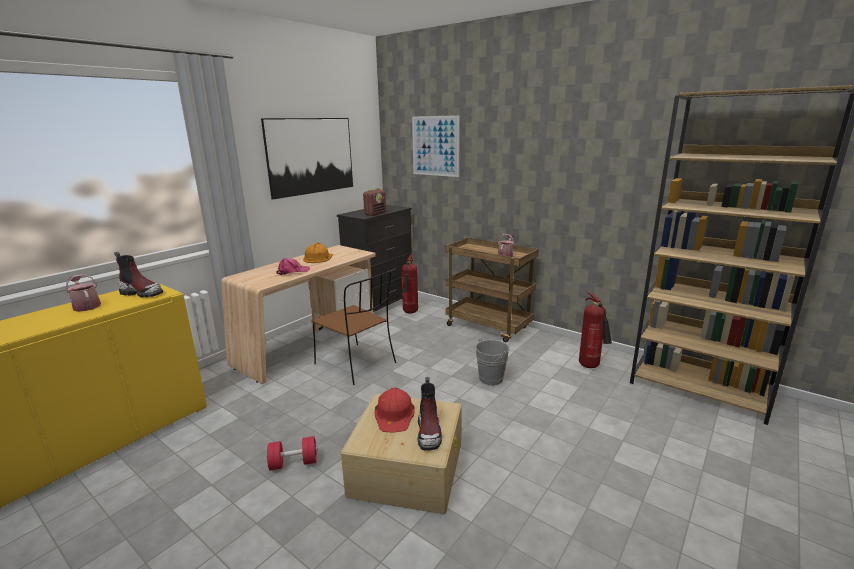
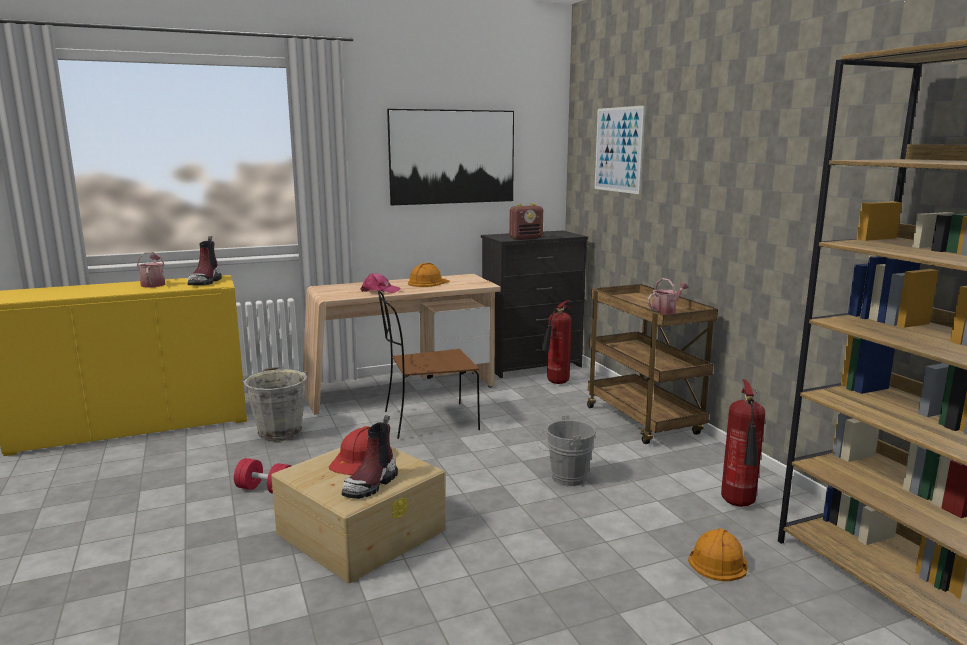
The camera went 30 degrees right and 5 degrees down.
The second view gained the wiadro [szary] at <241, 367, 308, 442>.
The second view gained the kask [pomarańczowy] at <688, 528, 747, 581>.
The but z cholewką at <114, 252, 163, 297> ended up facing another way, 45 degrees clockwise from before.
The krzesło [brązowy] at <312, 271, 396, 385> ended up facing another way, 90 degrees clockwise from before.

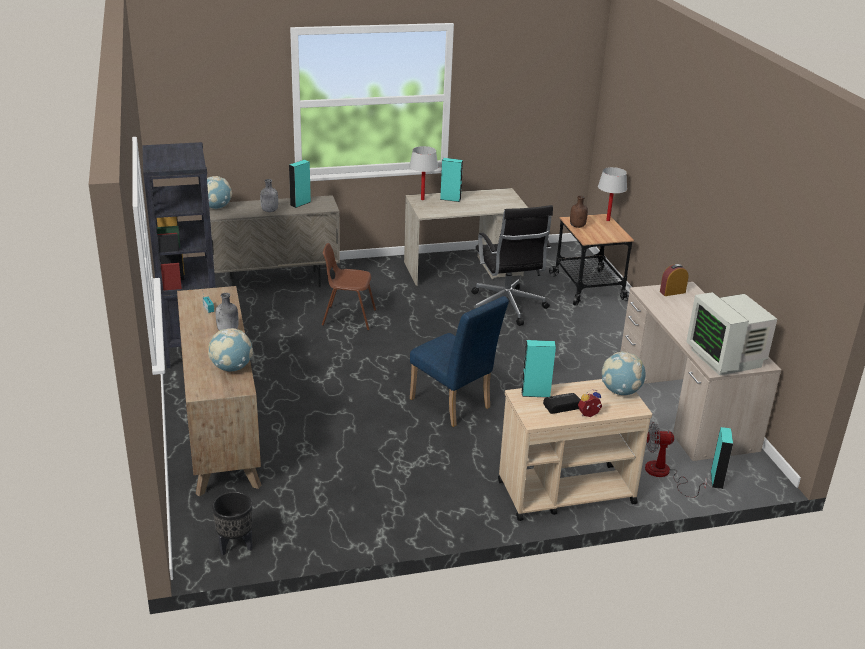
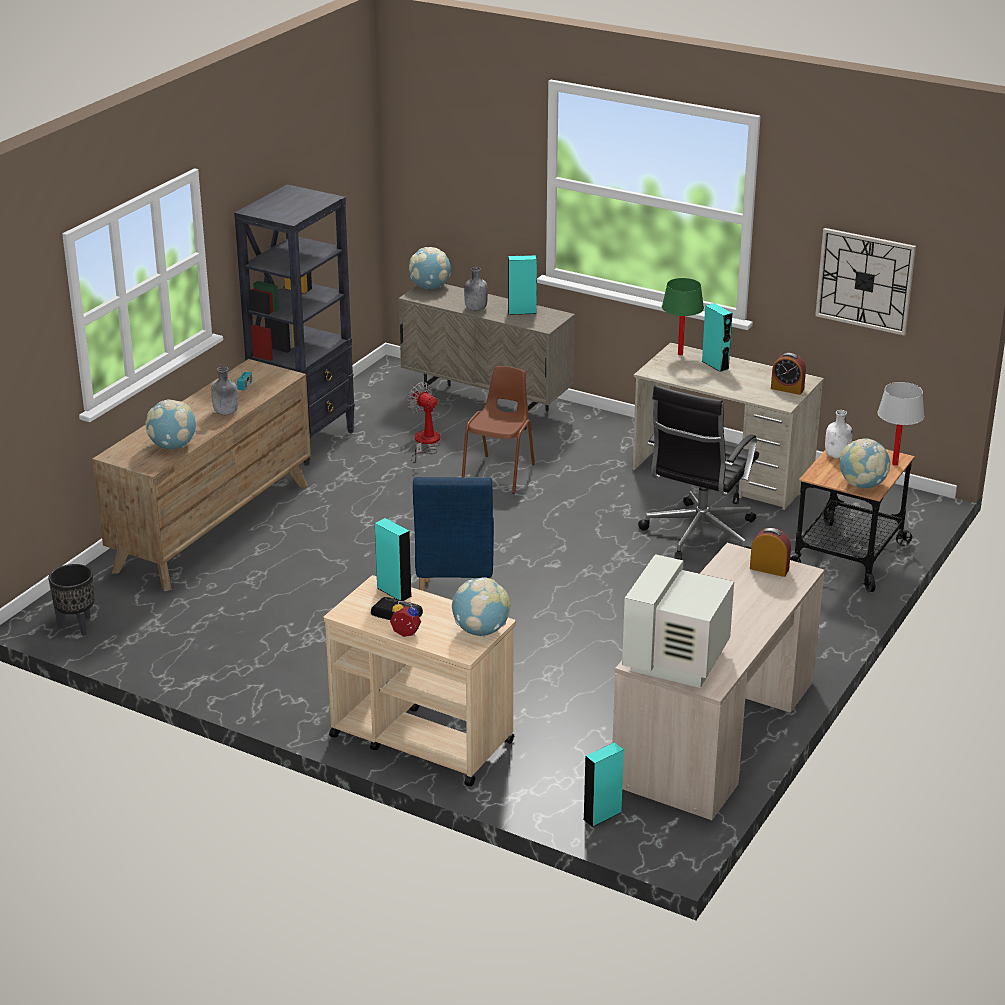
The camera went 45 degrees right and 0 degrees up.
The second view gained the budzik at <771, 353, 806, 395>.
The second view gained the zegar ścienny at <815, 228, 916, 336>.
The second view gained the globus at <840, 438, 890, 488>.
The wentylator ended up elsewhere, having gone from <645, 422, 707, 498> to <407, 382, 441, 463>.
What was the lampa stołowa [biały] at <409, 146, 438, 200> turned into the lampa stołowa [zielony] at <662, 278, 704, 355>.
What was the butelka [brązowy] at <570, 196, 588, 228> turned into the butelka [biały] at <825, 410, 853, 458>.
The krzesło [brązowy] at <322, 243, 376, 331> ended up facing another way, 60 degrees clockwise from before.

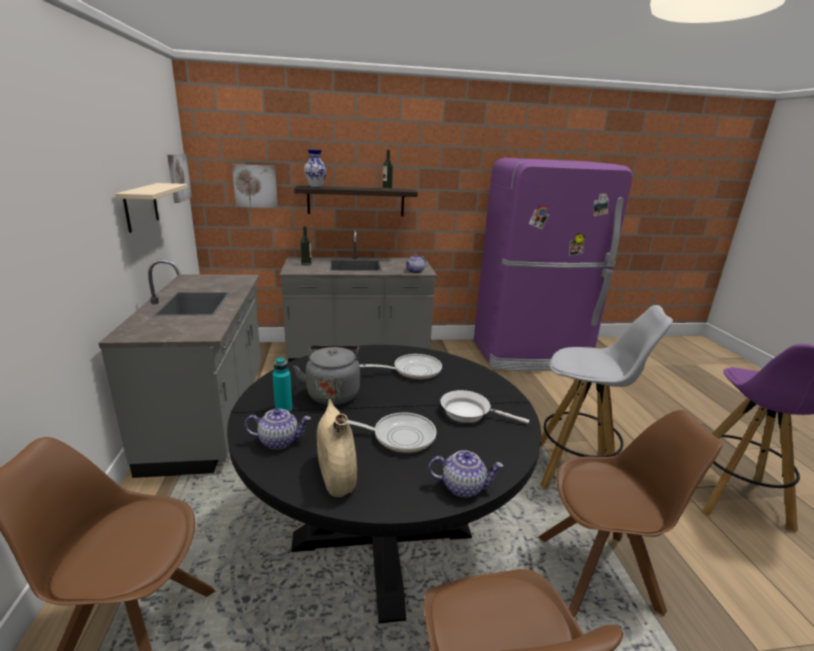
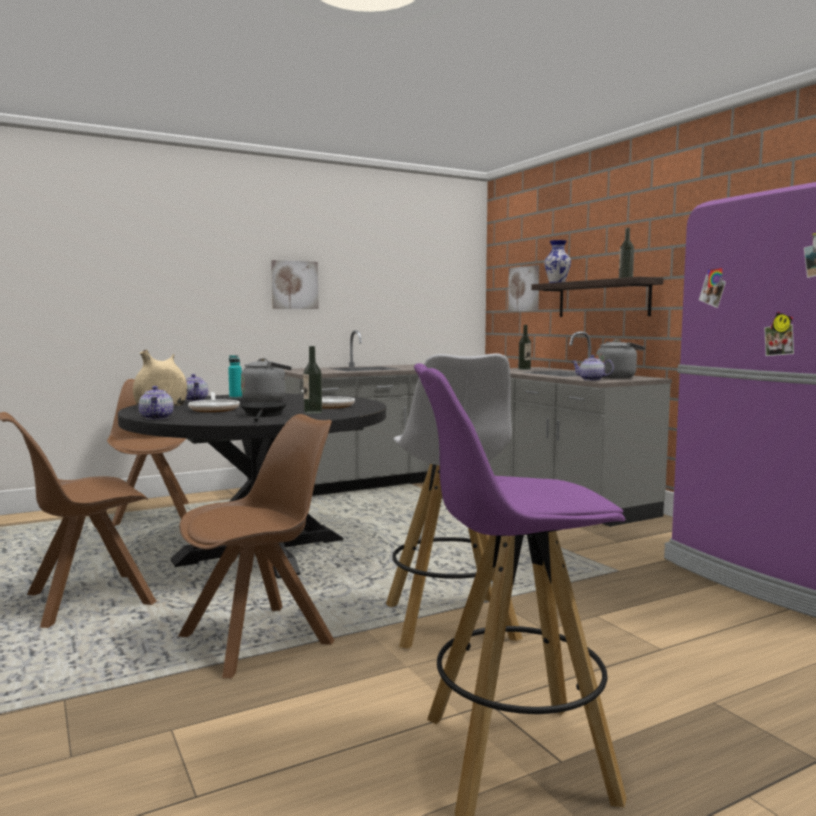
The camera went 70 degrees right and 15 degrees down.
The second view lost the półka [beżowy] at <115, 183, 188, 233>.
The second view gained the butelka at <303, 346, 322, 414>.
The second view gained the czajnik [szary] at <596, 339, 646, 379>.
The obraz ended up elsewhere, having gone from <167, 153, 192, 203> to <271, 260, 319, 309>.
What was the patelnia [biały] at <441, 390, 529, 424> turned into the patelnia [czarny] at <240, 402, 287, 422>.
The krzesło [brązowy] at <538, 410, 722, 618> ended up facing another way, 105 degrees counterclockwise from before.

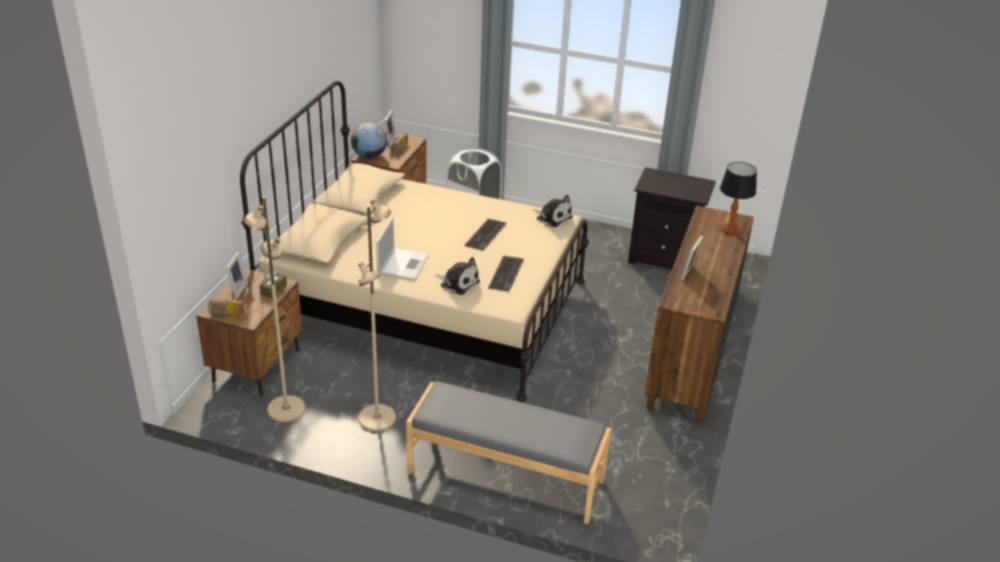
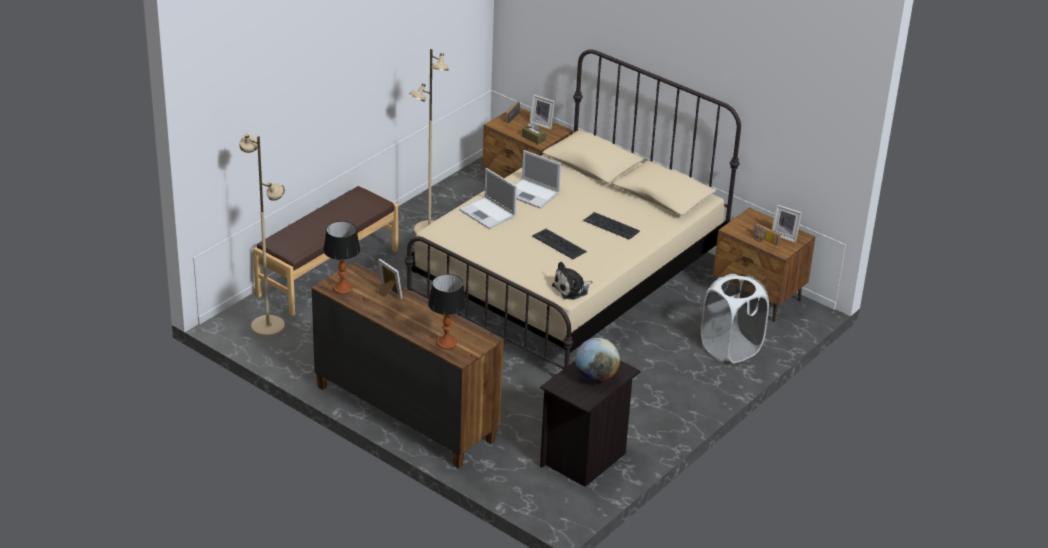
The camera went 110 degrees right and 0 degrees up.
The second view gained the lampa stołowa at <323, 221, 361, 294>.
The lampa stojąca [beżowy] ended up elsewhere, having gone from <243, 197, 305, 422> to <240, 134, 285, 337>.
The globus ended up elsewhere, having gone from <351, 123, 387, 159> to <575, 338, 620, 382>.
The klawiatura ended up elsewhere, having gone from <488, 256, 524, 291> to <583, 212, 640, 240>.
Where the pluszak stood at <435, 257, 480, 295>, the laptop came to stand at <459, 168, 517, 229>.
What was the ławka [szary] at <406, 381, 611, 524> turned into the ławka [brązowy] at <253, 186, 398, 316>.

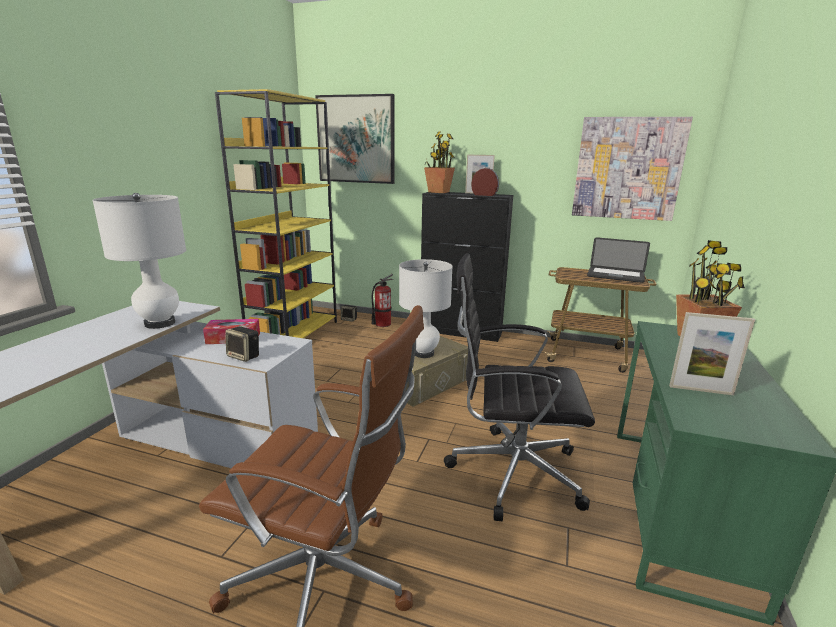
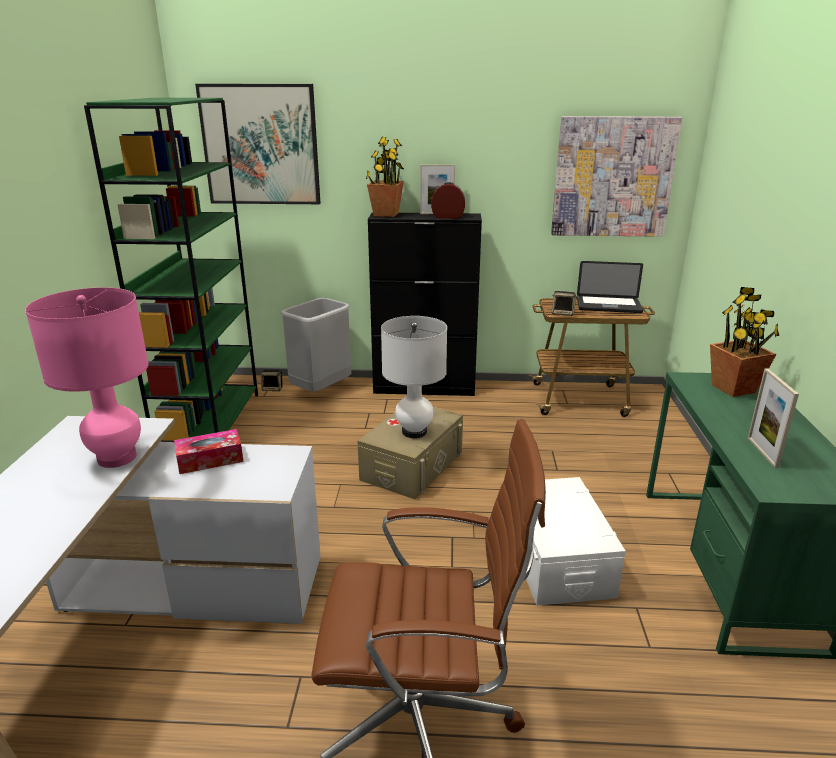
The camera went 15 degrees left and 5 degrees up.
The głośnik ended up elsewhere, having gone from <225, 326, 259, 362> to <552, 291, 578, 316>.
Where the gaśnica stood at <372, 274, 393, 327>, the kosz na śmieci [szary] came to stand at <281, 298, 351, 392>.
Where the krzesło biurowe [czarny] stood at <444, 253, 595, 521>, the pojemnik do przechowywania [biały] came to stand at <526, 477, 626, 606>.
What was the lampa stołowa [biały] at <92, 193, 186, 329> turned into the lampa stołowa [różowy] at <25, 287, 149, 468>.
What was the regał [żółty] at <215, 89, 337, 338> turned into the regał [zielony] at <84, 98, 258, 442>.
The ramka na zdjęcie at <669, 312, 755, 395> ended up facing another way, 90 degrees clockwise from before.

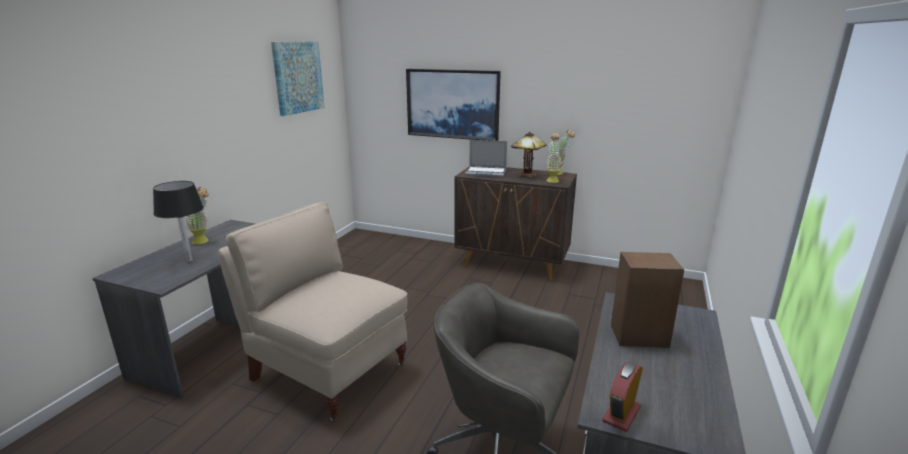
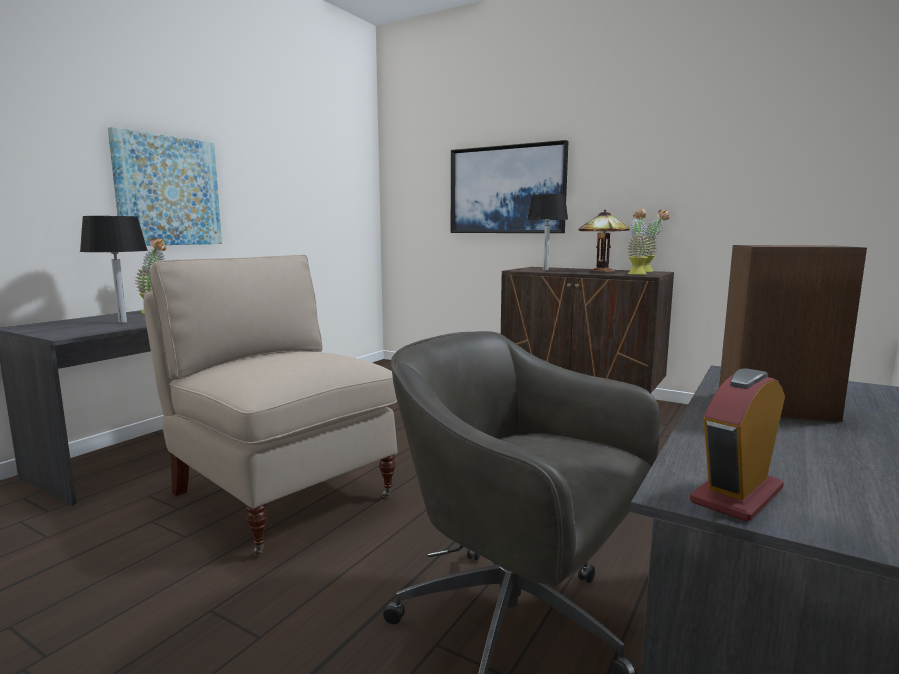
The camera went 10 degrees right and 10 degrees down.
The obraz ended up elsewhere, having gone from <271, 41, 325, 116> to <108, 127, 222, 246>.
Where the laptop stood at <465, 140, 507, 178>, the lampa stołowa [czarny] came to stand at <527, 194, 568, 270>.

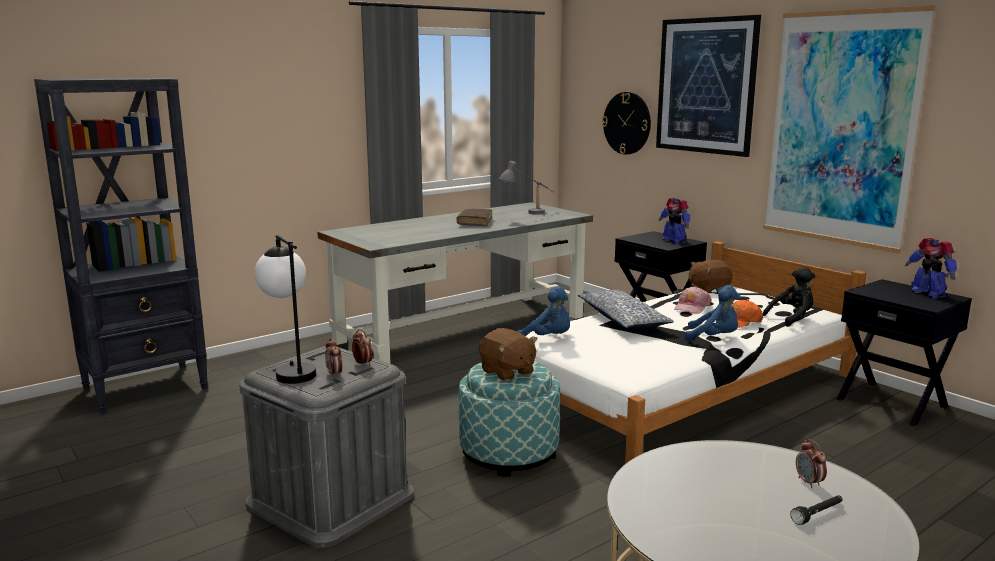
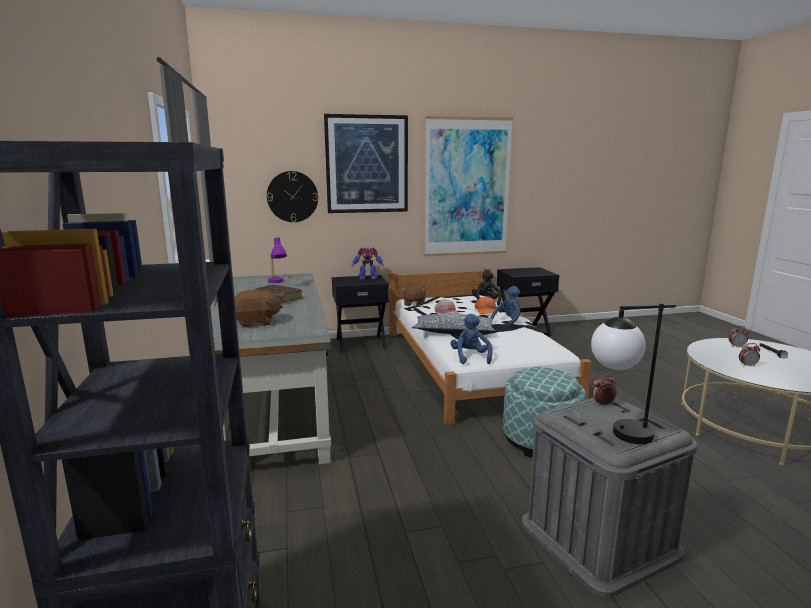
The camera went 65 degrees left and 0 degrees up.
The second view lost the robot zabawkowy at <905, 238, 957, 299>.
The budzik ended up elsewhere, having gone from <325, 338, 342, 378> to <739, 343, 760, 367>.
The pluszak [brązowy] ended up elsewhere, having gone from <479, 328, 538, 381> to <235, 290, 283, 327>.
What was the lampa stołowa [szary] at <499, 161, 554, 215> turned into the lampa stołowa [fioletowy] at <268, 236, 287, 283>.
The pluszak [niebieski] at <517, 286, 570, 336> ended up facing another way, 60 degrees counterclockwise from before.

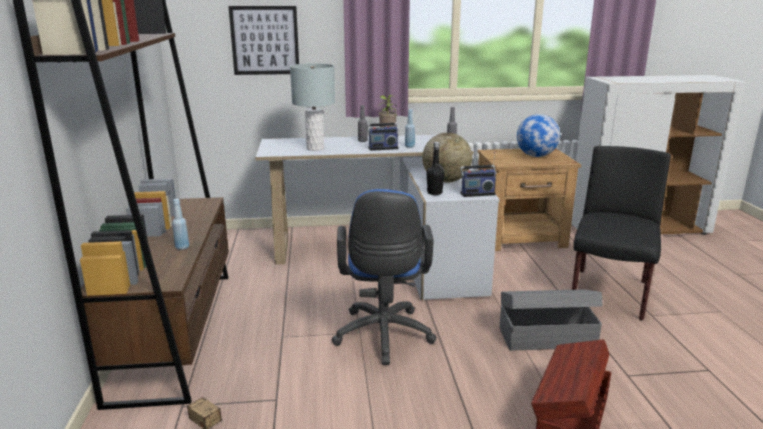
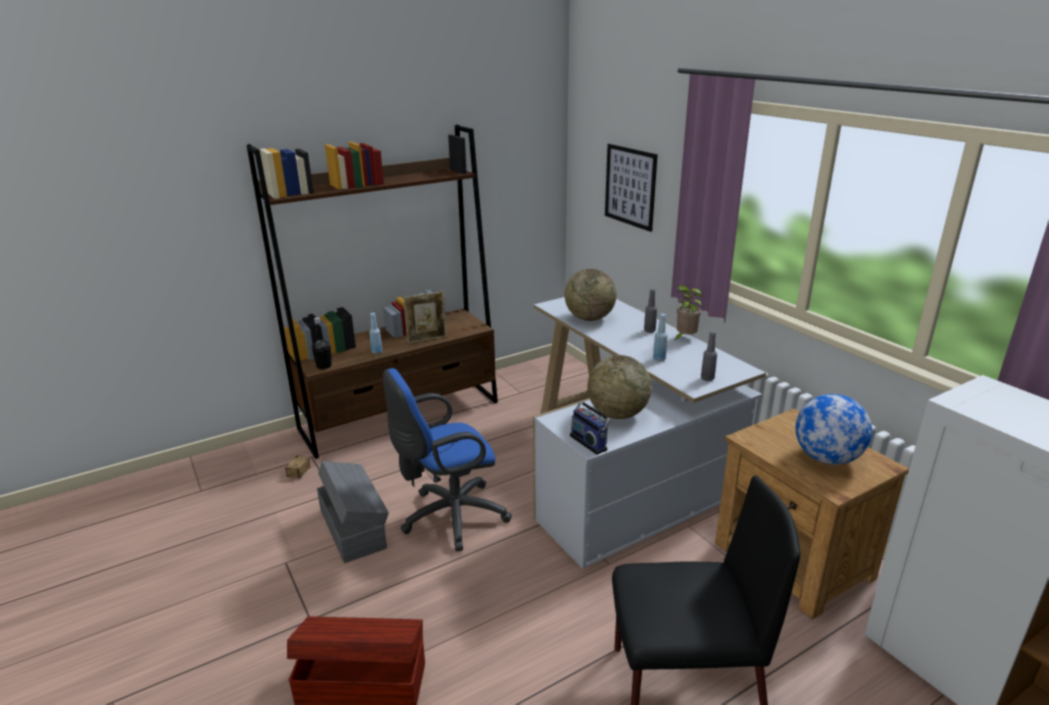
The camera went 65 degrees right and 5 degrees up.
The second view lost the radio at <367, 111, 399, 151>.
The second view gained the ramka na zdjęcie at <403, 291, 447, 344>.
The butelka [czarny] ended up elsewhere, having gone from <427, 142, 445, 195> to <312, 317, 332, 369>.
The pojemnik do przechowywania [szary] ended up elsewhere, having gone from <500, 289, 603, 350> to <317, 461, 389, 563>.
Where the lampa stołowa [szary] stood at <290, 63, 335, 151>, the globus came to stand at <565, 269, 617, 321>.

